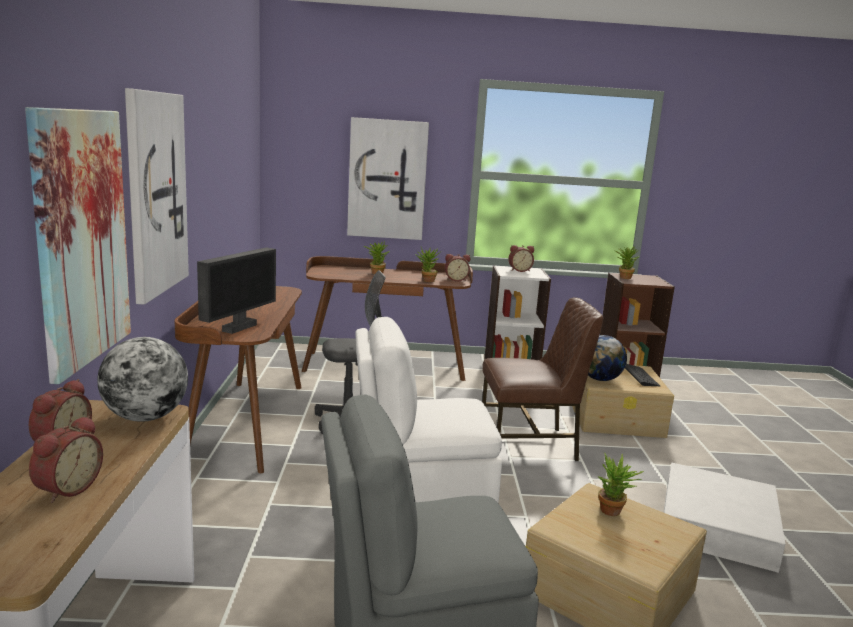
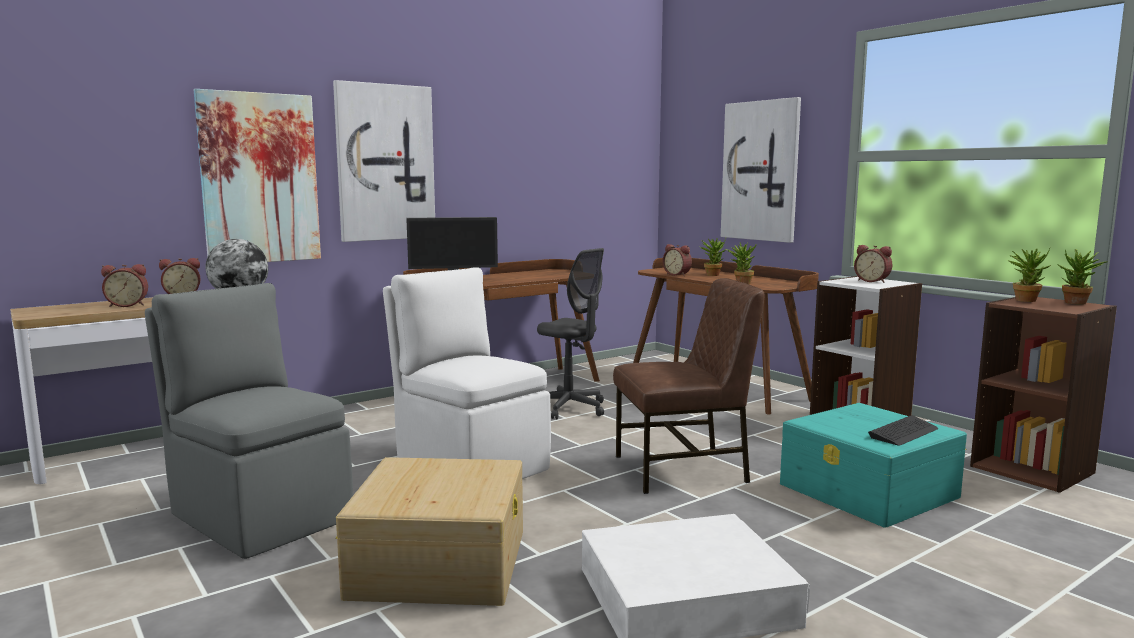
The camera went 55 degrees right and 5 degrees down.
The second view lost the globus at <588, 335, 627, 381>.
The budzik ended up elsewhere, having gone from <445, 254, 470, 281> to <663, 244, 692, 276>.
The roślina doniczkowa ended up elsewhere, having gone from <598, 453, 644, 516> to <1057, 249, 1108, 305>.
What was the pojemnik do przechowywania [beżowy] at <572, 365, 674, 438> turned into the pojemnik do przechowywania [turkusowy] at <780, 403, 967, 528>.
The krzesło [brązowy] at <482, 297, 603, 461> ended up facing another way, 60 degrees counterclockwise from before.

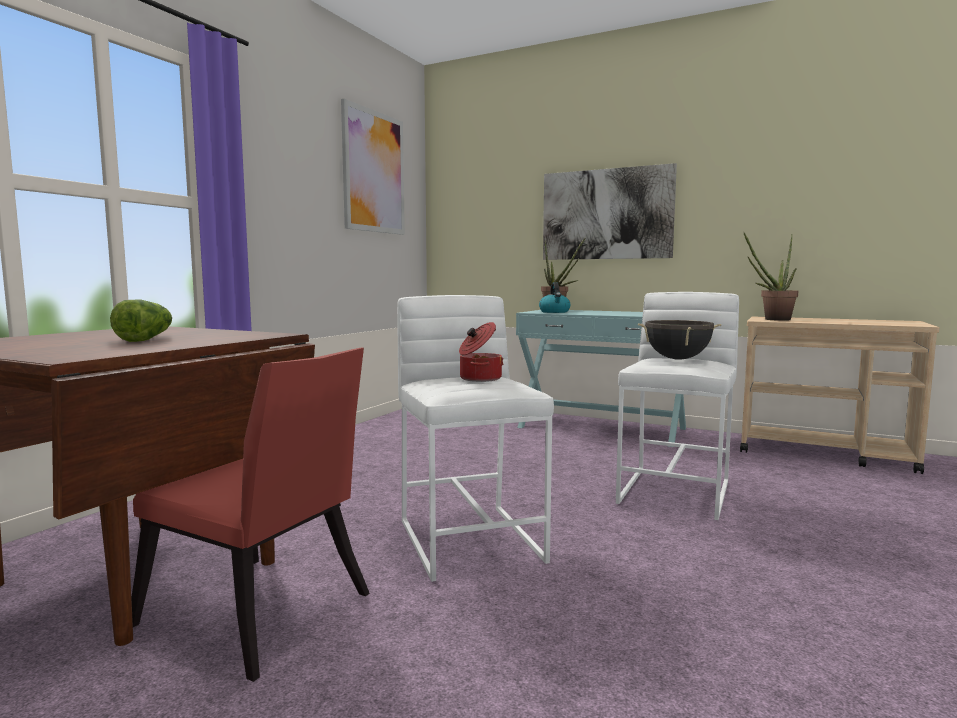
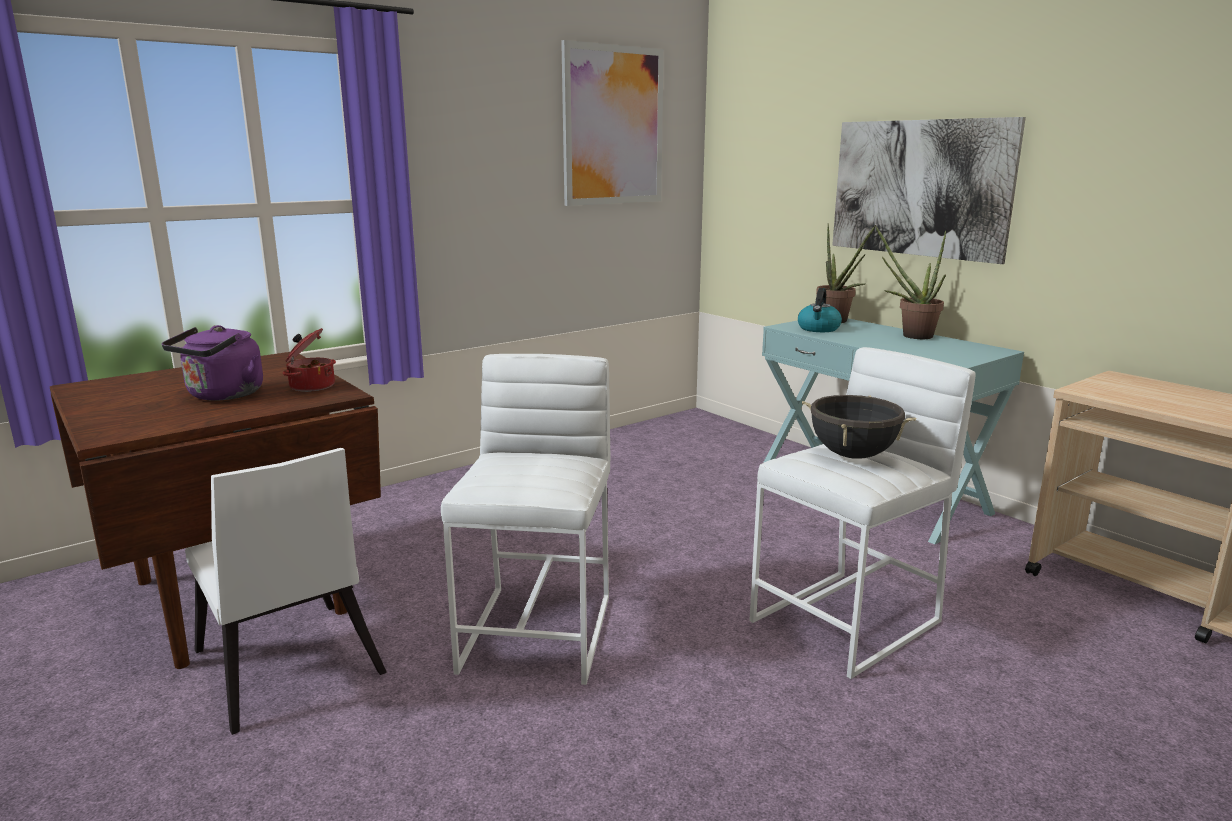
The camera went 25 degrees right and 10 degrees up.
The garnek ended up elsewhere, having gone from <459, 322, 504, 382> to <283, 328, 336, 392>.
The roślina doniczkowa ended up elsewhere, having gone from <744, 232, 798, 321> to <876, 226, 946, 339>.
Where the sałata stood at <110, 299, 172, 342>, the czajnik [fioletowy] came to stand at <162, 325, 263, 401>.
What was the krzesło [czerwony] at <131, 347, 370, 682> turned into the krzesło [biały] at <185, 448, 387, 735>.

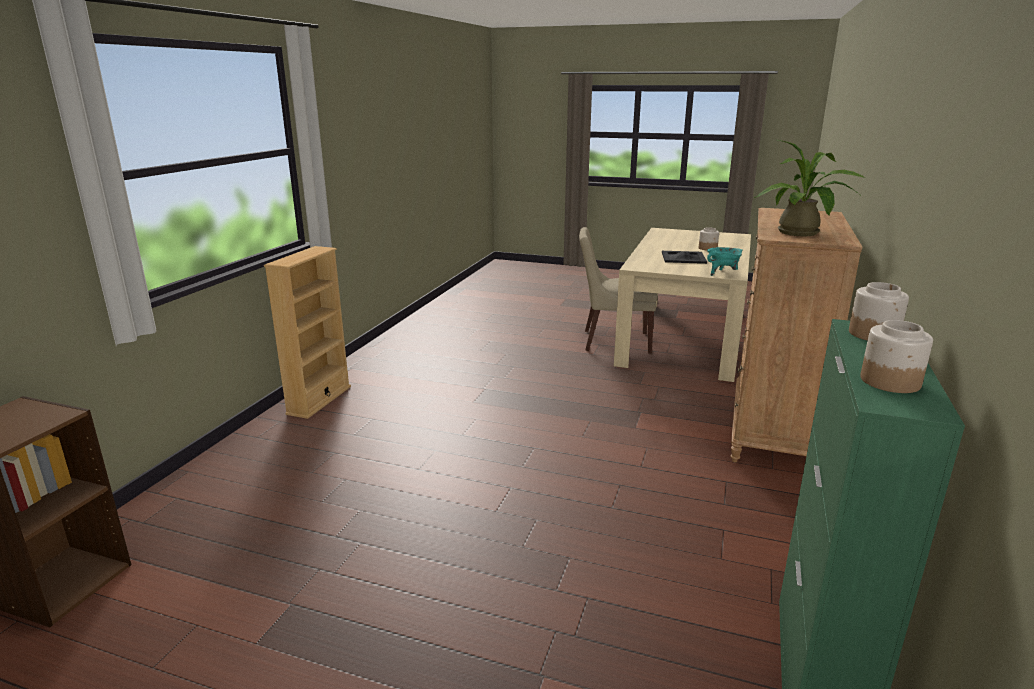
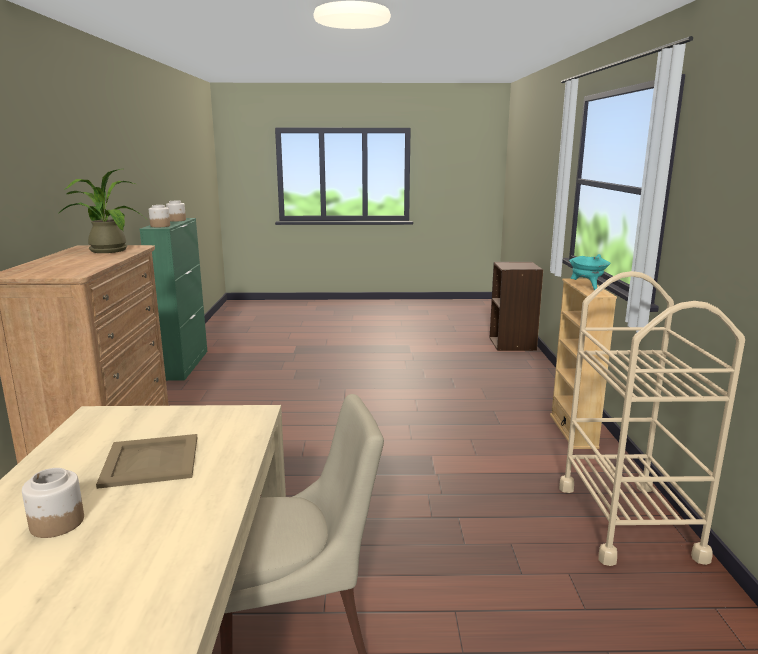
The camera went 160 degrees right and 5 degrees down.
The second view gained the wózek [beżowy] at <559, 271, 745, 566>.
The garnek [turkusowy] ended up elsewhere, having gone from <707, 247, 742, 276> to <569, 254, 610, 290>.
What was the taca [czarny] at <662, 251, 707, 264> turned into the taca [beżowy] at <96, 434, 197, 489>.

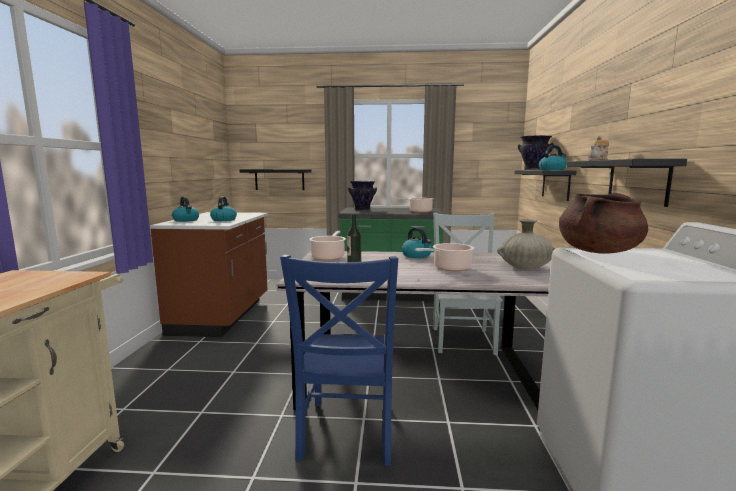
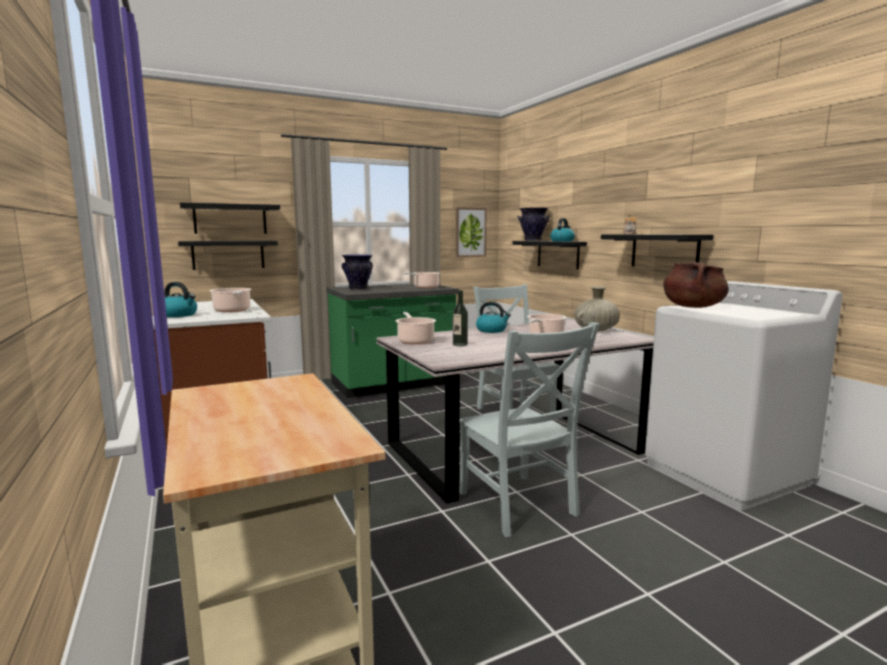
The camera went 30 degrees left and 0 degrees up.
The second view gained the półka [czarny] at <180, 203, 280, 234>.
The second view gained the obraz at <456, 207, 487, 257>.
Where the czajnik stood at <210, 196, 237, 221>, the garnek came to stand at <209, 288, 251, 312>.
What was the krzesło [niebieski] at <280, 255, 398, 466> turned into the krzesło [szary] at <459, 322, 600, 537>.

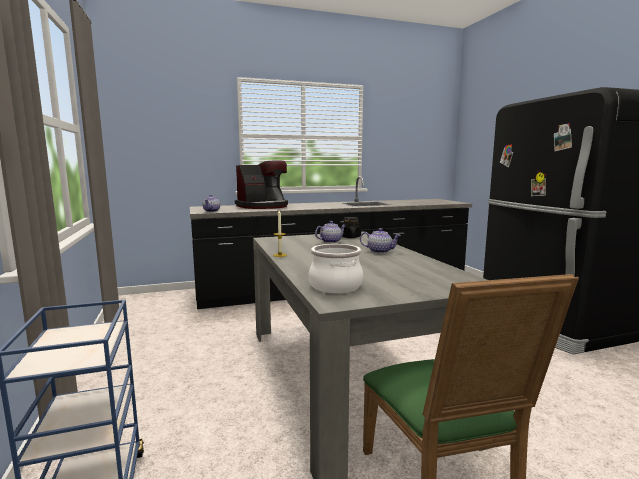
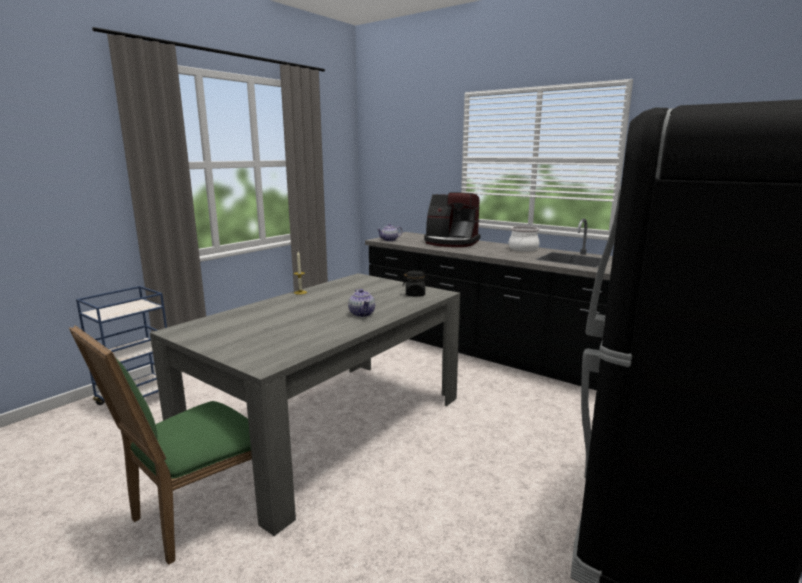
The camera went 55 degrees right and 5 degrees up.
The second view lost the imbryk at <315, 221, 346, 243>.
The garnek ended up elsewhere, having gone from <309, 244, 363, 293> to <509, 226, 539, 252>.

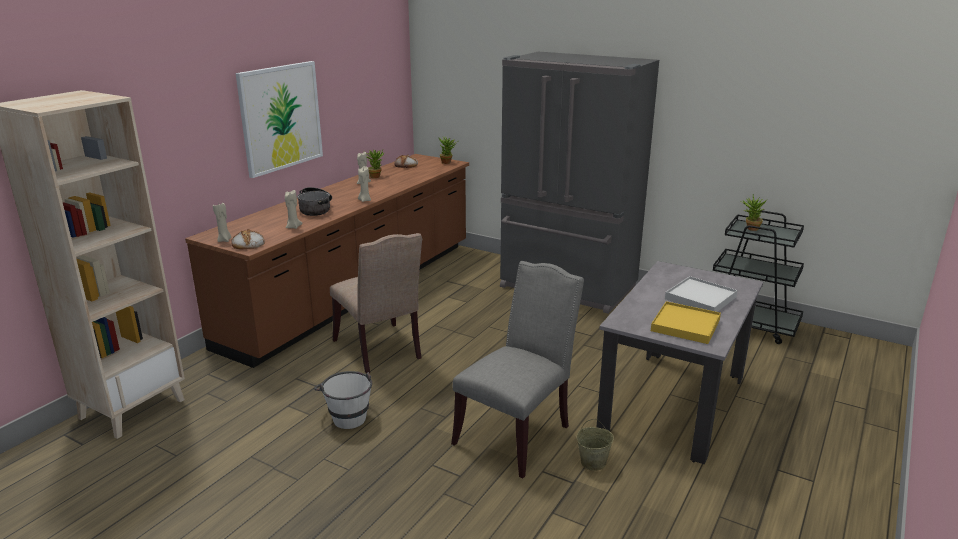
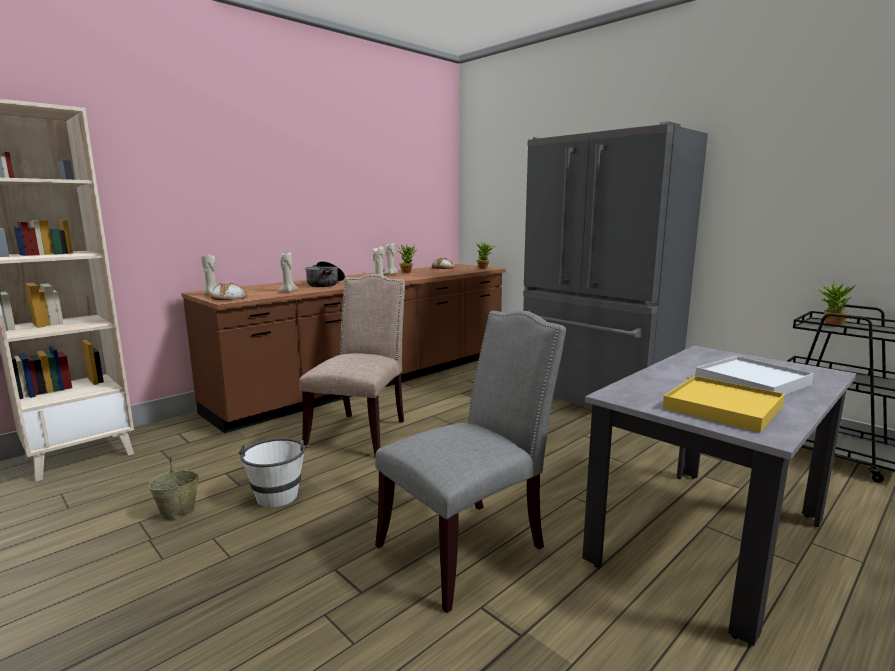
The camera went 15 degrees right and 10 degrees down.
The second view lost the obraz at <236, 61, 323, 178>.
The wiadro [beżowy] ended up elsewhere, having gone from <577, 419, 614, 471> to <148, 456, 200, 520>.
The krzesło [beżowy] at <330, 233, 422, 373> ended up facing another way, 150 degrees counterclockwise from before.

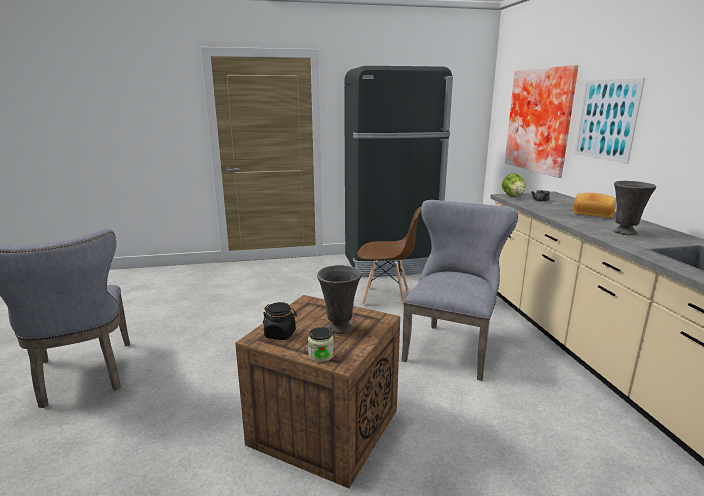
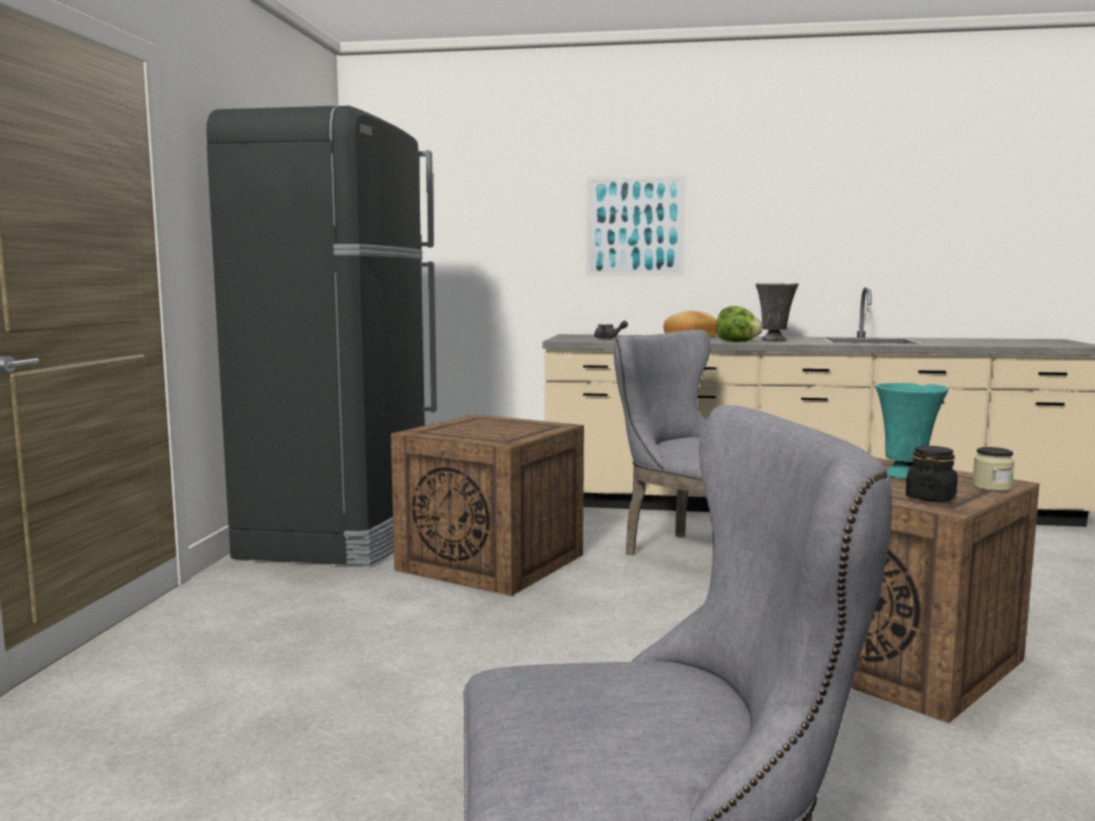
The camera went 70 degrees left and 10 degrees down.
The second view lost the obraz at <505, 65, 579, 178>.
The sałata ended up elsewhere, having gone from <502, 173, 525, 197> to <716, 306, 763, 342>.
Where the krzesło [brązowy] stood at <357, 207, 422, 309>, the skrzynka came to stand at <391, 414, 584, 596>.
What was the wazon [szary] at <317, 265, 362, 334> turned into the wazon [turkusowy] at <876, 383, 949, 479>.

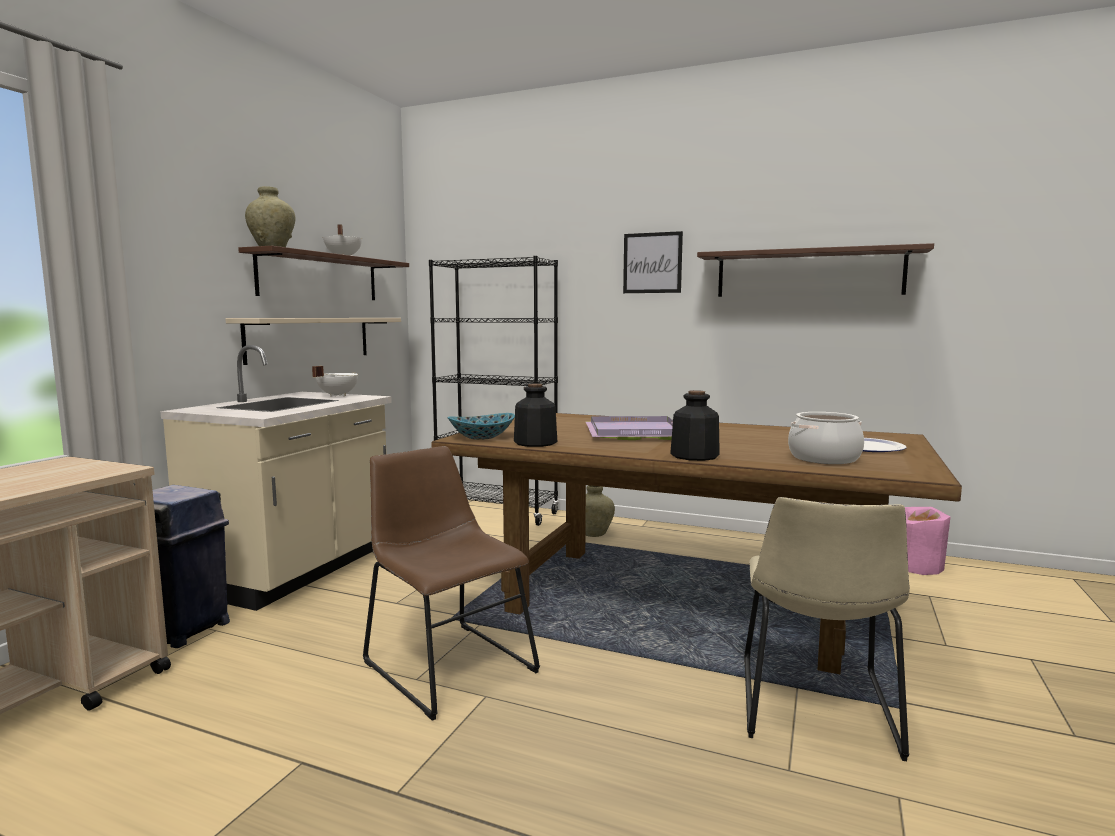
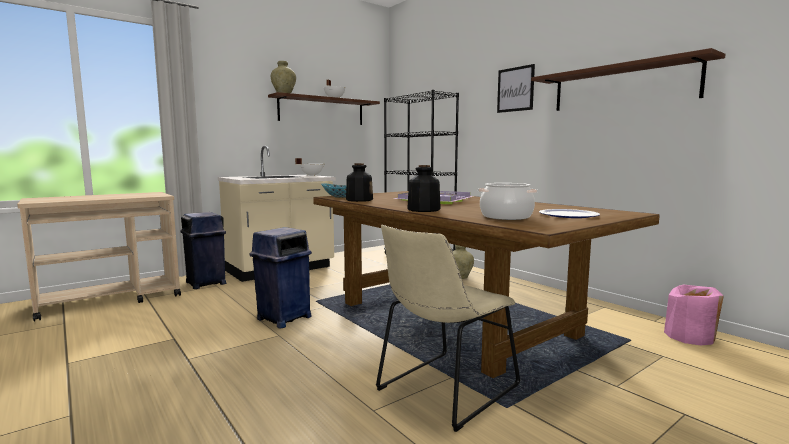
The camera went 30 degrees right and 0 degrees up.
The second view lost the półka [beżowy] at <225, 318, 401, 365>.
Where the krzesło [brązowy] stood at <363, 446, 540, 721>, the kosz na śmieci [niebieski] came to stand at <250, 227, 312, 328>.

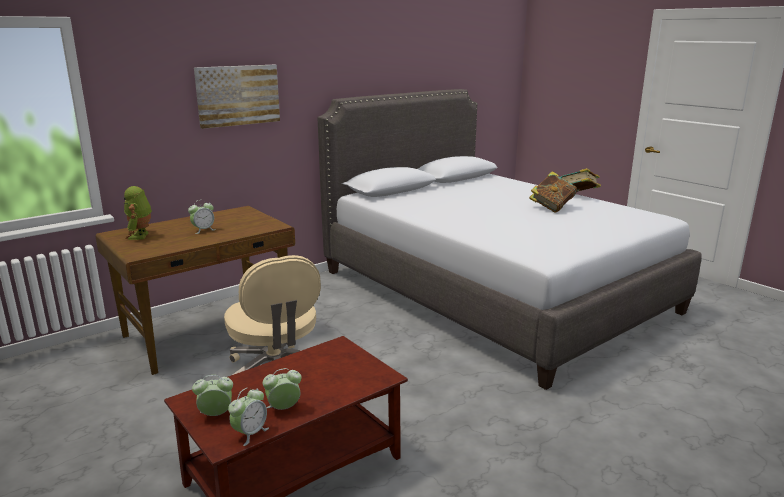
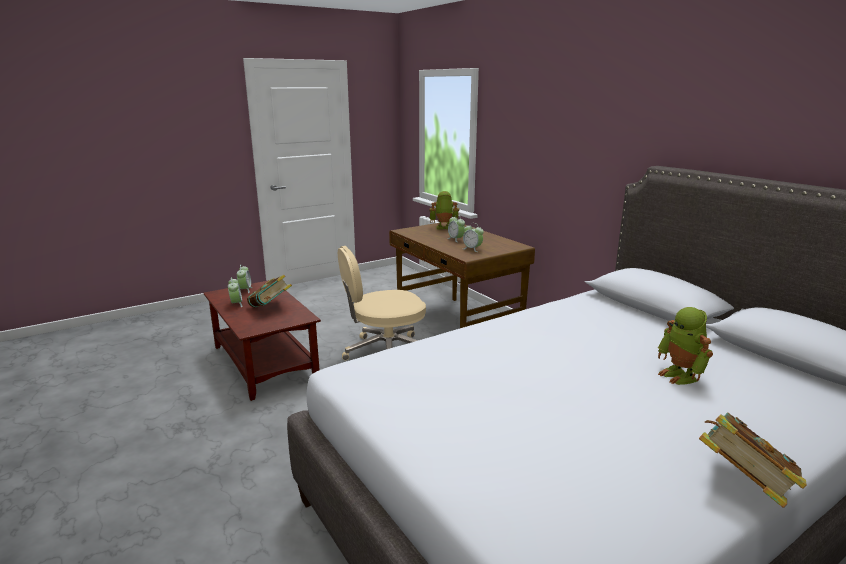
The camera went 95 degrees right and 0 degrees up.
The second view lost the obraz at <194, 65, 280, 129>.
The second view gained the robot zabawkowy at <658, 307, 713, 385>.
The budzik ended up elsewhere, having gone from <228, 388, 269, 446> to <463, 223, 484, 252>.
The książka ended up elsewhere, having gone from <529, 171, 577, 213> to <247, 275, 292, 308>.

